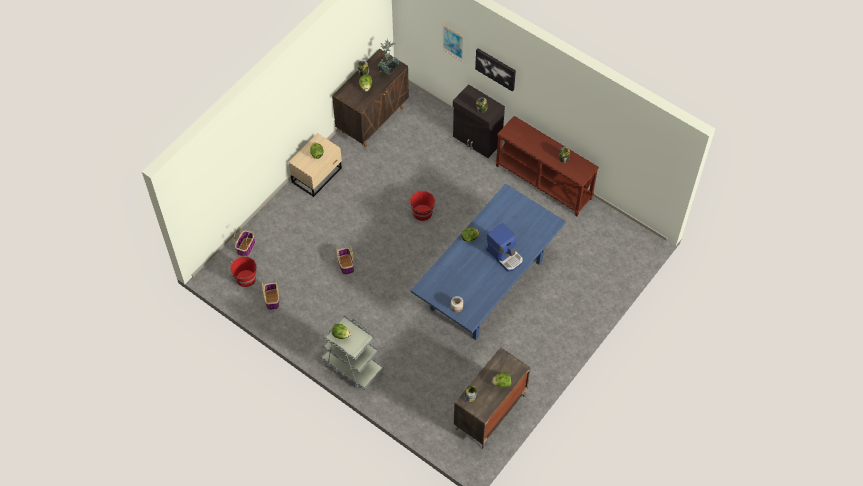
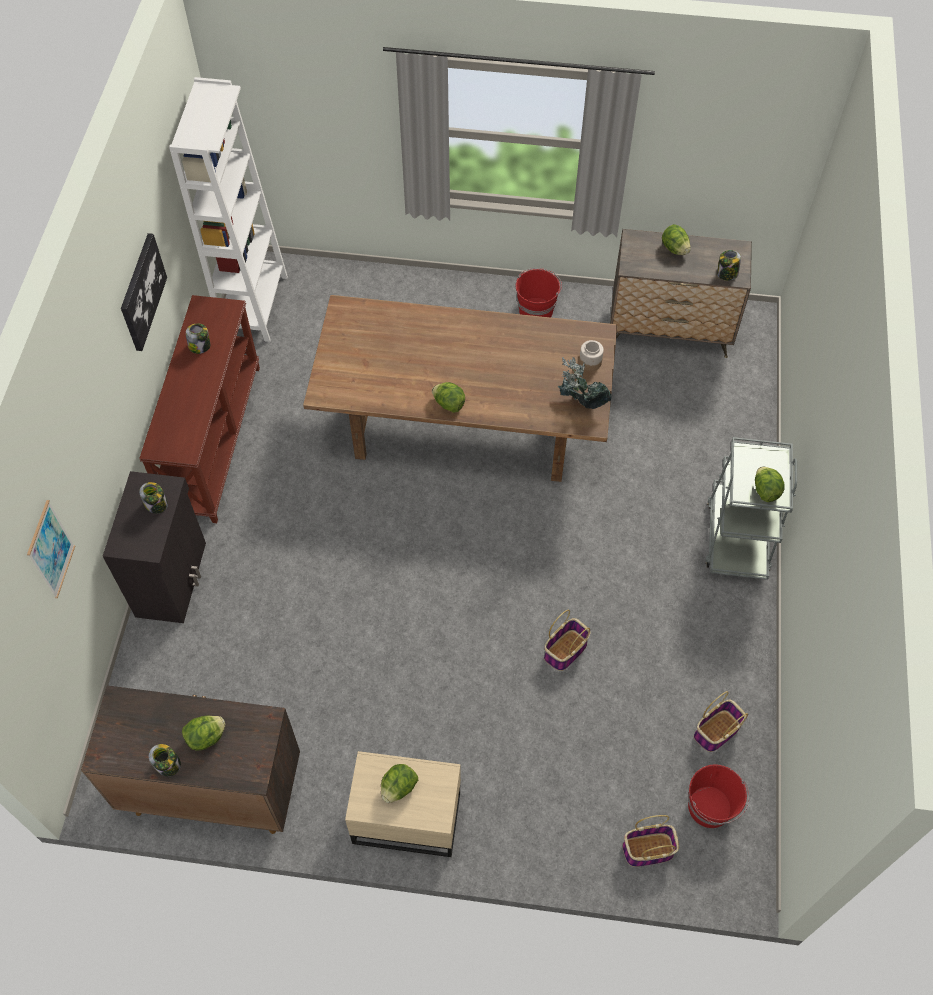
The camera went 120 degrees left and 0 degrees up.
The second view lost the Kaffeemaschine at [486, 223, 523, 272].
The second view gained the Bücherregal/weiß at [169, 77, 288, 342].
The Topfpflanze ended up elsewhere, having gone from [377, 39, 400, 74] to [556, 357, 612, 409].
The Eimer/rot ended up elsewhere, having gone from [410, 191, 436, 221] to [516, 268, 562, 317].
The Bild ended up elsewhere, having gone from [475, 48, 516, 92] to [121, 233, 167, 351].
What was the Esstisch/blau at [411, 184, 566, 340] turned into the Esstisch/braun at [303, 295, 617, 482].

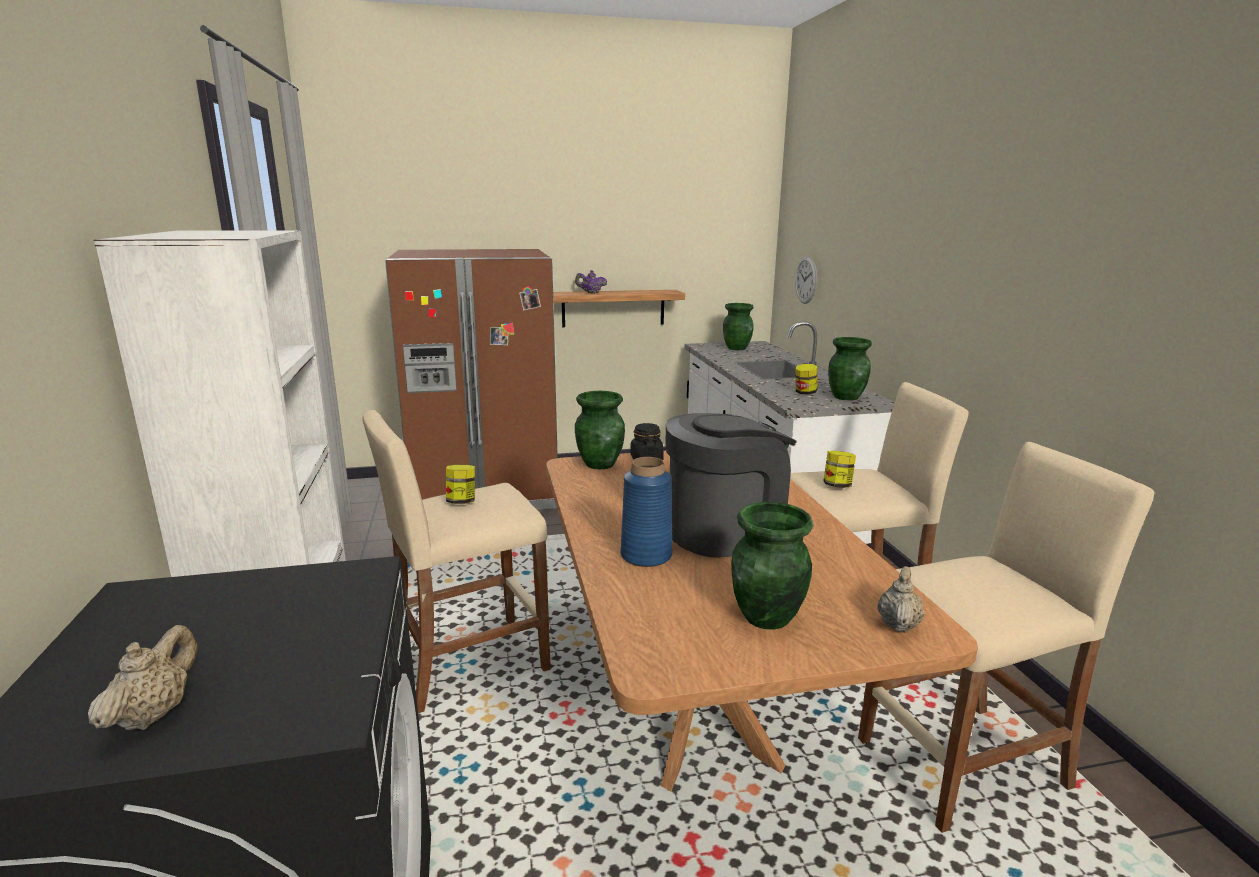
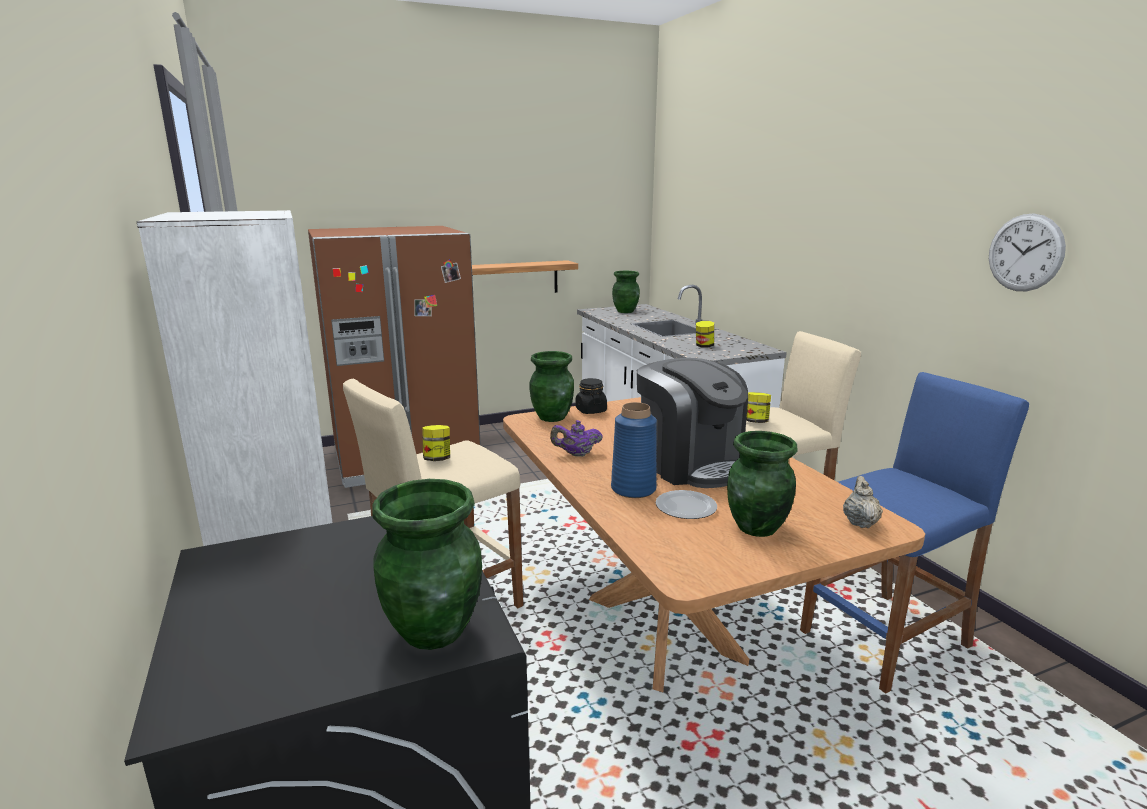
The camera went 10 degrees left and 0 degrees up.
The second view lost the Teekanne/beige at [88, 625, 197, 730].
The second view gained the Teller at [656, 490, 717, 519].
The Teekanne/lila ended up elsewhere, having gone from [575, 270, 607, 294] to [550, 420, 603, 457].
The Wanduhr ended up elsewhere, having gone from [795, 256, 817, 304] to [989, 214, 1066, 291].
The Vase/grün ended up elsewhere, having gone from [828, 337, 872, 400] to [372, 479, 482, 650].
What was the Hocker/beige at [858, 442, 1154, 833] turned into the Hocker/blau at [800, 372, 1029, 694].
The Kaffeemaschine at [666, 413, 797, 558] ended up facing another way, 90 degrees clockwise from before.

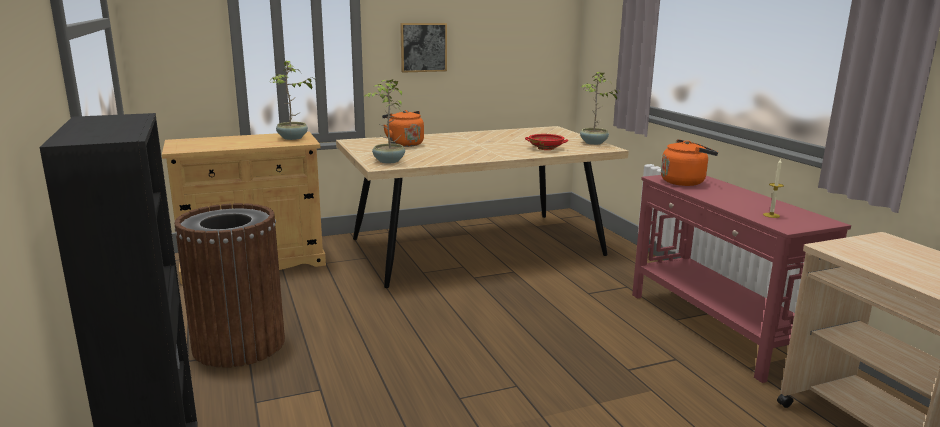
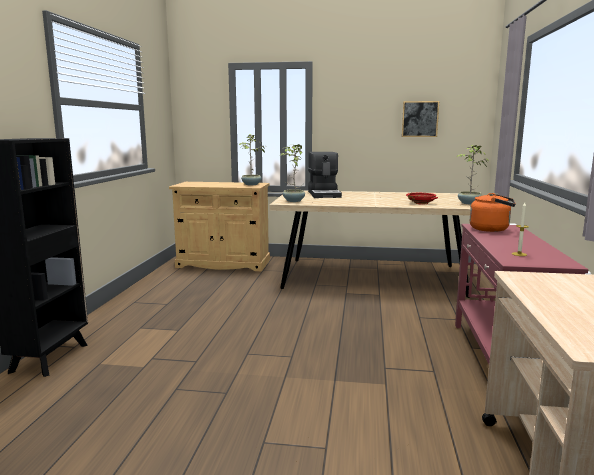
The camera went 30 degrees right and 5 degrees down.
The second view lost the Mülleimer/braun at [174, 203, 285, 368].
The Bild ended up elsewhere, having gone from [400, 23, 447, 73] to [402, 101, 439, 137].
Where the Wasserkessel/orange stood at [382, 110, 424, 147], the Kaffeemaschine came to stand at [308, 152, 342, 198].

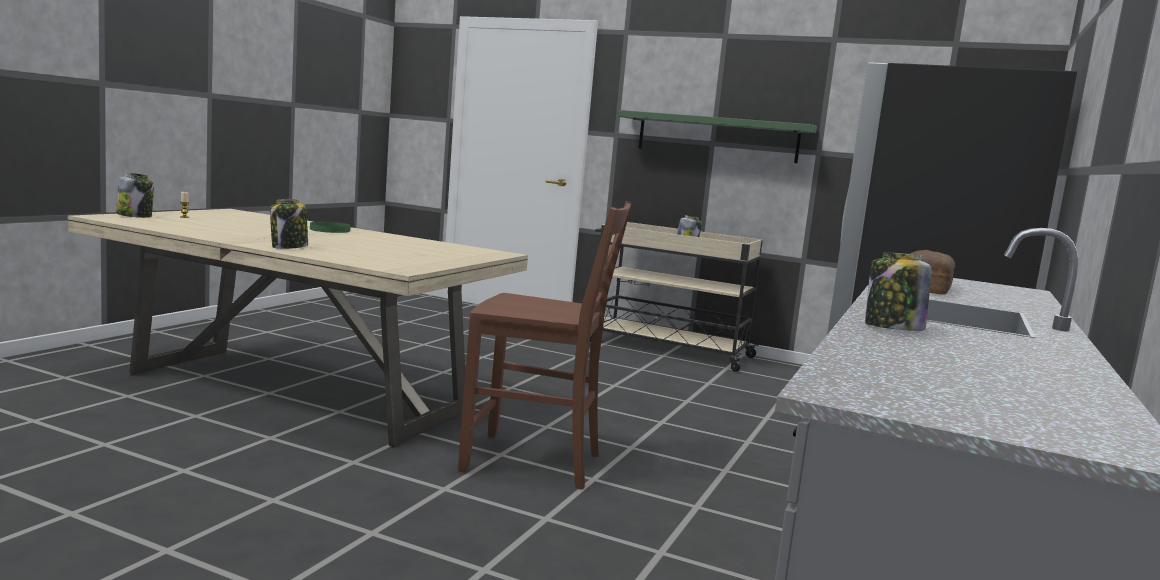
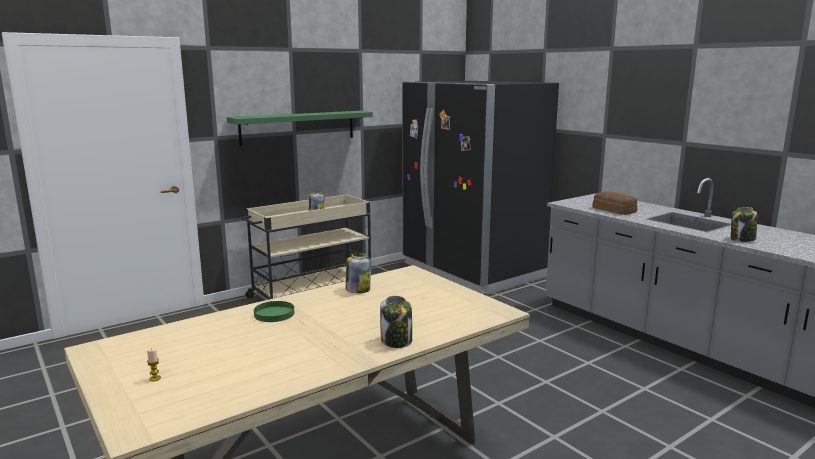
The camera went 60 degrees left and 5 degrees up.
The second view lost the Stuhl/braun at [458, 201, 632, 489].
The Vorratsglas ended up elsewhere, having gone from [116, 173, 154, 218] to [345, 253, 371, 293].

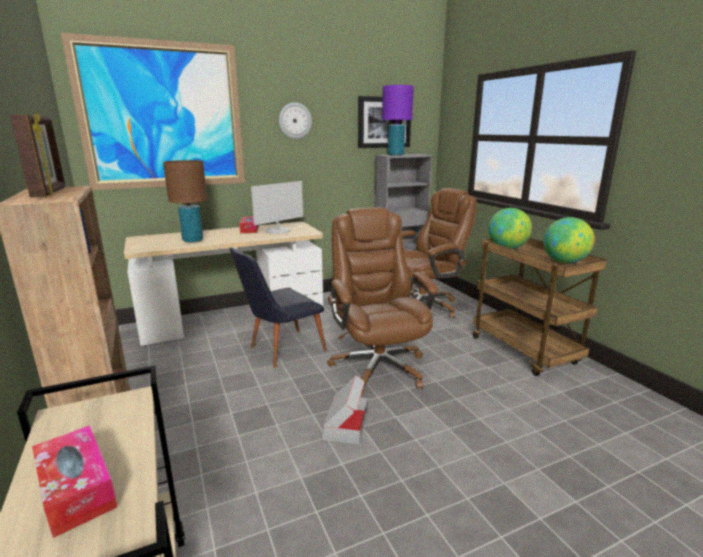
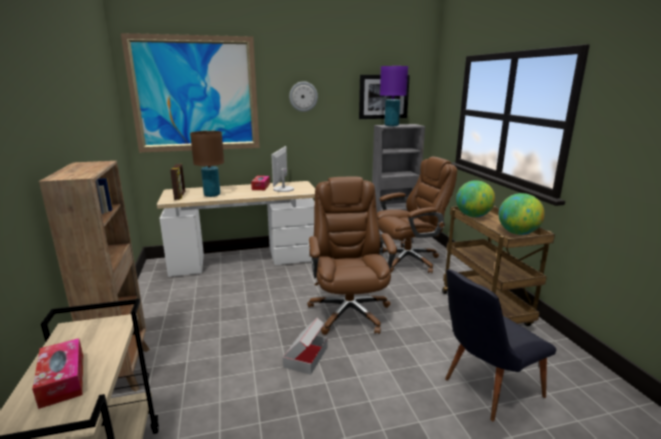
The camera went 10 degrees right and 0 degrees up.
The Bilderrahmen ended up elsewhere, having gone from [10, 112, 65, 197] to [170, 164, 185, 200].
The Stuhl/schwarz ended up elsewhere, having gone from [229, 248, 327, 368] to [445, 269, 556, 421].
The Monitor at [251, 181, 303, 234] ended up facing another way, 135 degrees clockwise from before.

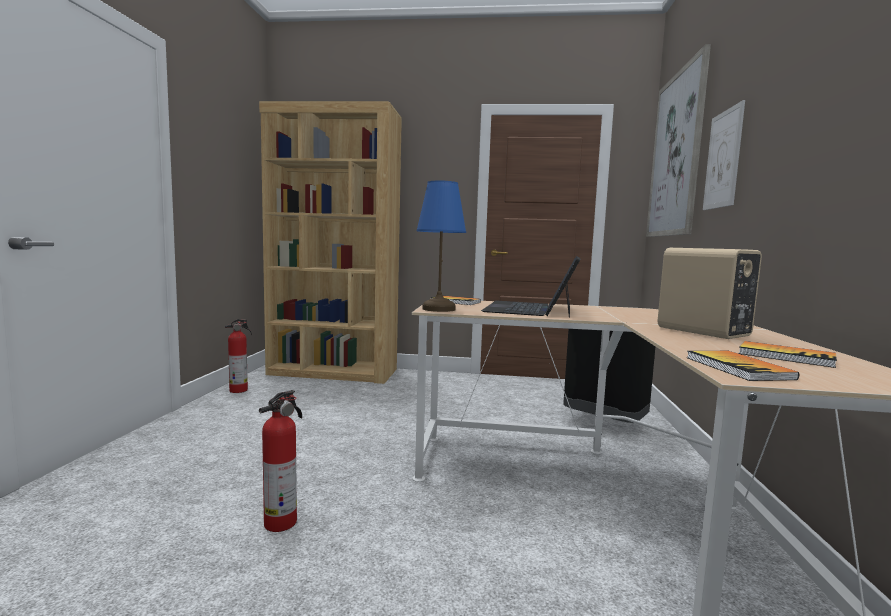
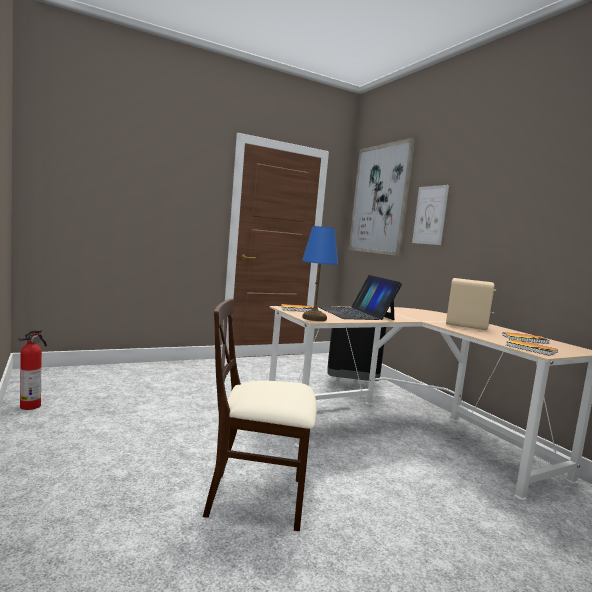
The camera went 35 degrees left and 0 degrees up.
The second view lost the Bücherregal/braun at [259, 101, 402, 384].
Where the Feuerlöscher stood at [259, 390, 302, 532], the Stuhl/beige came to stand at [203, 299, 317, 531].

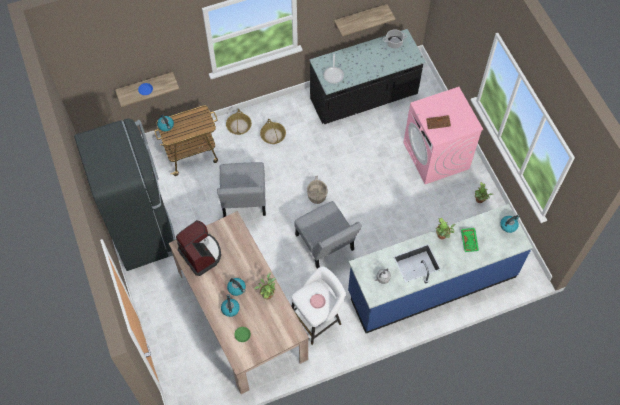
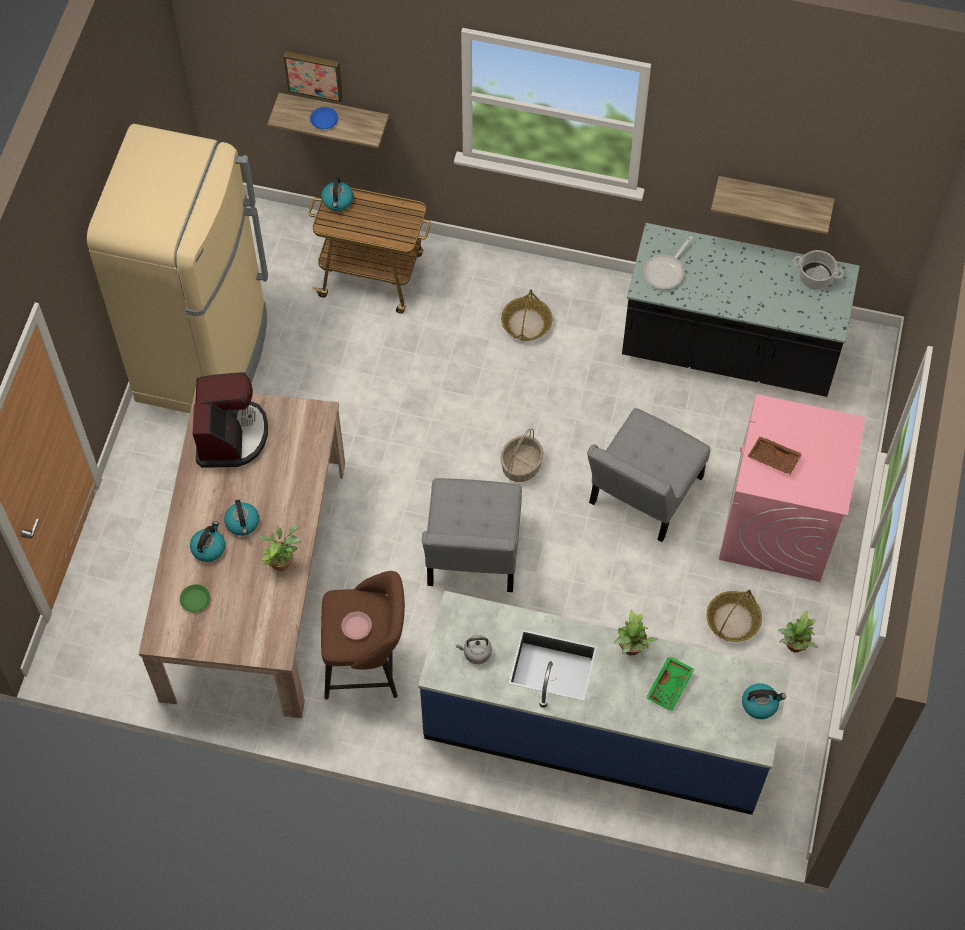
The camera went 35 degrees right and 0 degrees up.
The second view gained the Bild at [283, 51, 343, 102].
The Stuhl/grau ended up elsewhere, having gone from [217, 162, 266, 217] to [587, 408, 710, 542].
The Korb ended up elsewhere, having gone from [226, 109, 252, 135] to [706, 590, 762, 642].
What was the Kühlschrank/schwarz at [74, 119, 176, 271] turned into the Kühlschrank/beige at [87, 124, 268, 413].
What was the Hocker/weiß at [291, 266, 345, 345] turned into the Hocker/braun at [321, 571, 405, 700].

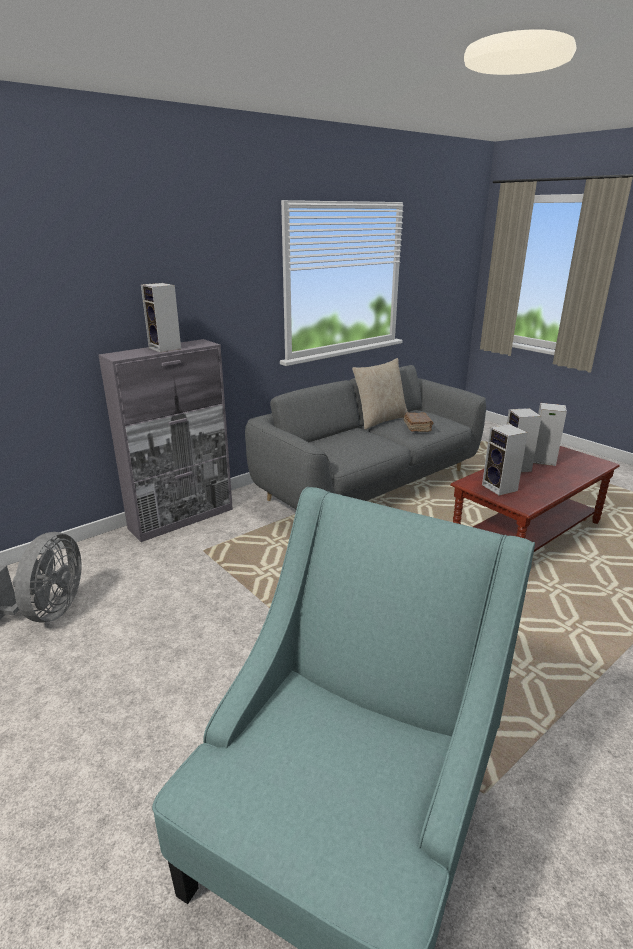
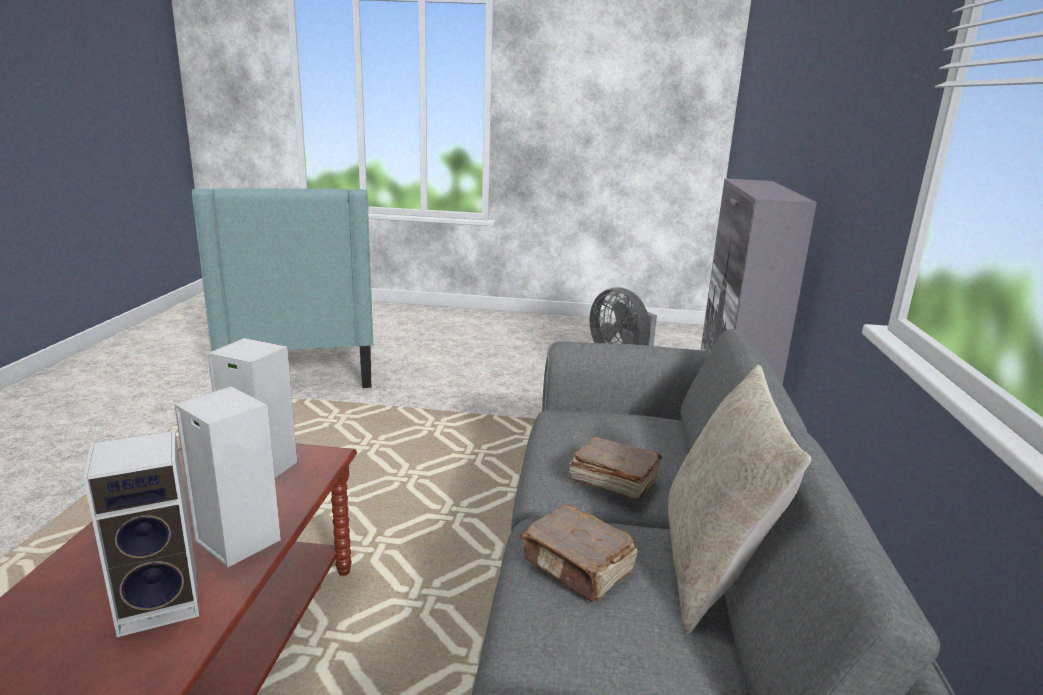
The camera went 135 degrees right and 5 degrees down.
The second view lost the Lautsprecher at [141, 283, 181, 352].
The second view gained the Buch/braun at [569, 436, 662, 500].

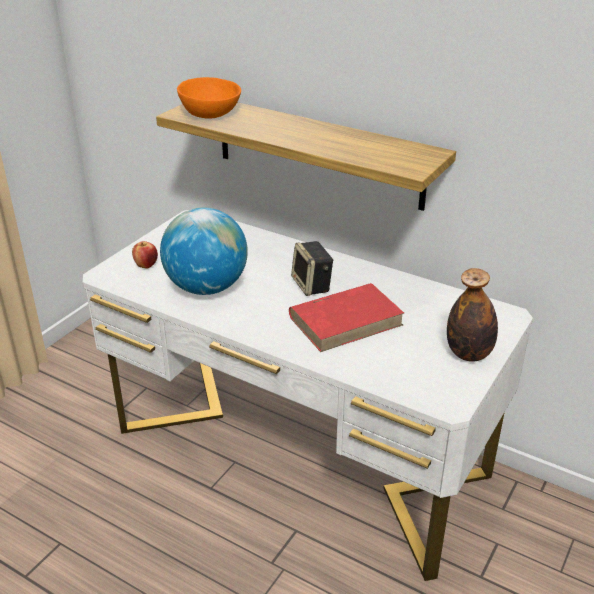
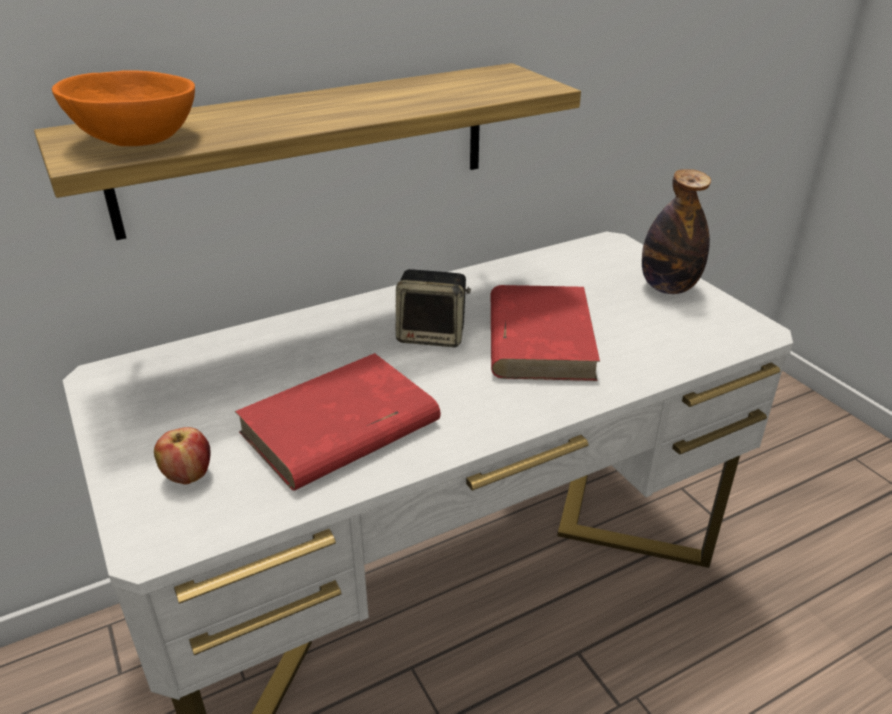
The camera went 60 degrees left and 0 degrees up.
Where the Globus stood at [160, 208, 248, 295], the Buch/rot came to stand at [235, 353, 441, 491].

